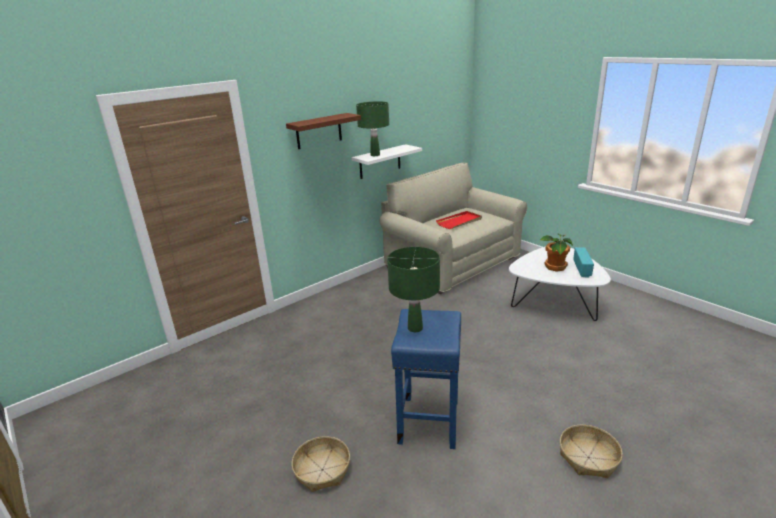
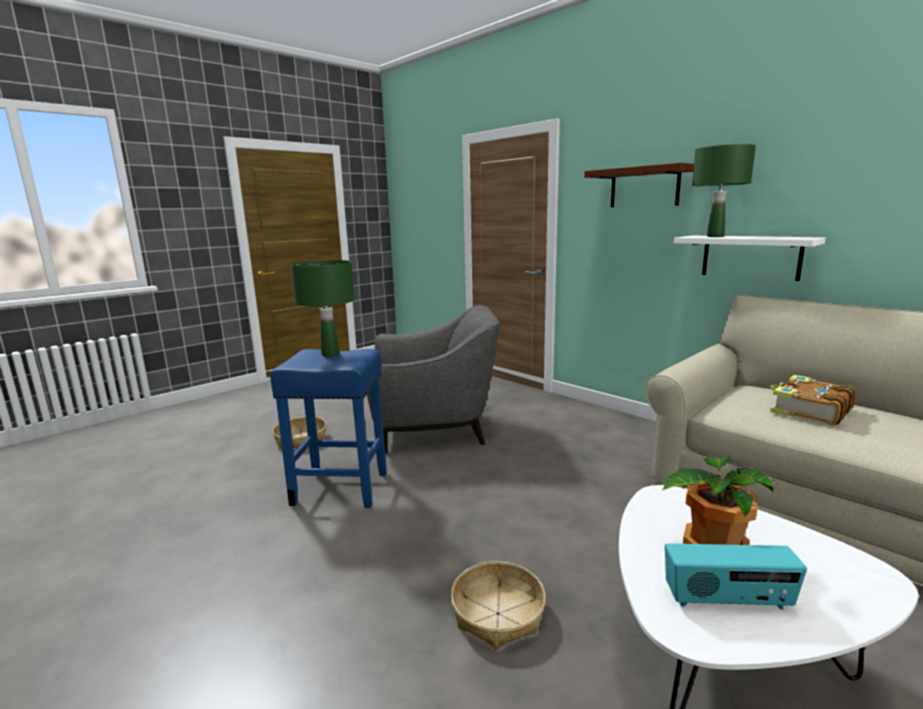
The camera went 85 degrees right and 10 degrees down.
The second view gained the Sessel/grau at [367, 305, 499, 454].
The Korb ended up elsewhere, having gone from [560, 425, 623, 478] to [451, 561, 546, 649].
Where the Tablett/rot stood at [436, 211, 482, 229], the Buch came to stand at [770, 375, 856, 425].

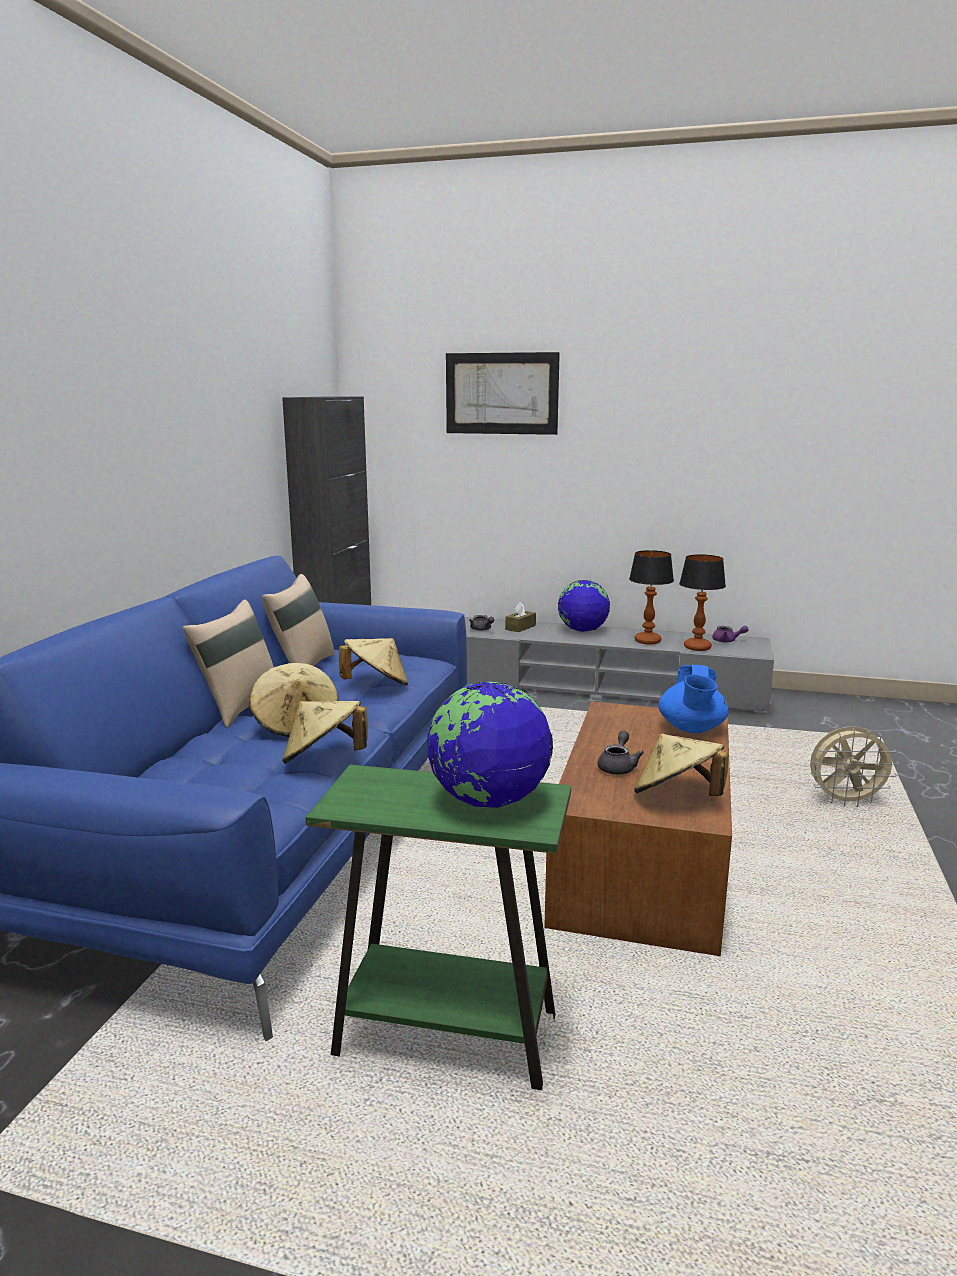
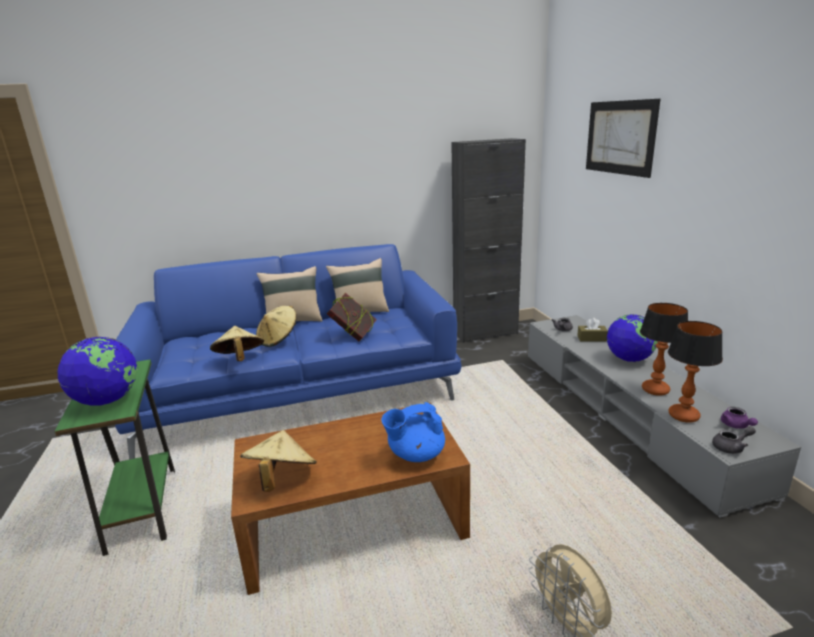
The camera went 60 degrees right and 5 degrees up.
The Teekanne/grau ended up elsewhere, having gone from [598, 731, 644, 775] to [712, 426, 756, 454].
Where the Hut/beige stood at [339, 638, 408, 685], the Buch came to stand at [327, 293, 377, 341].

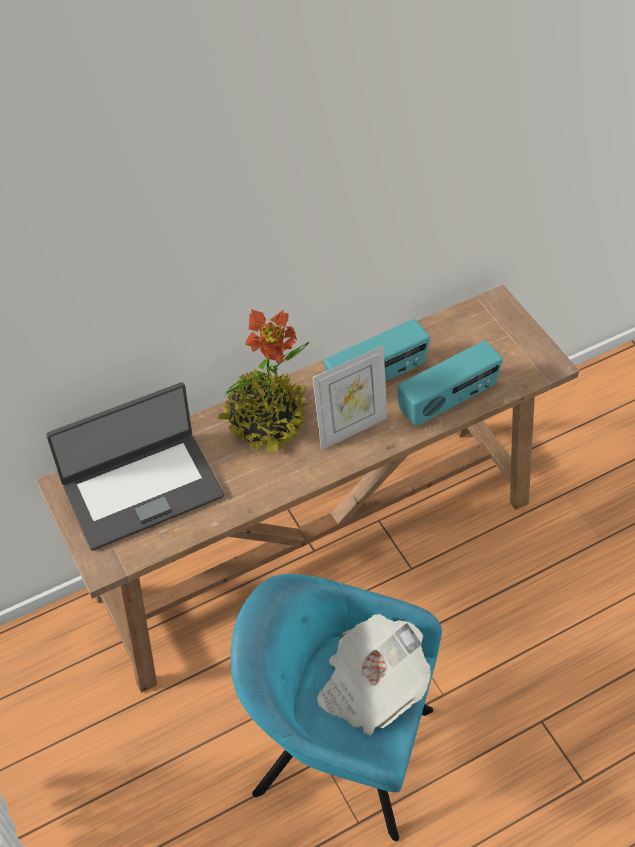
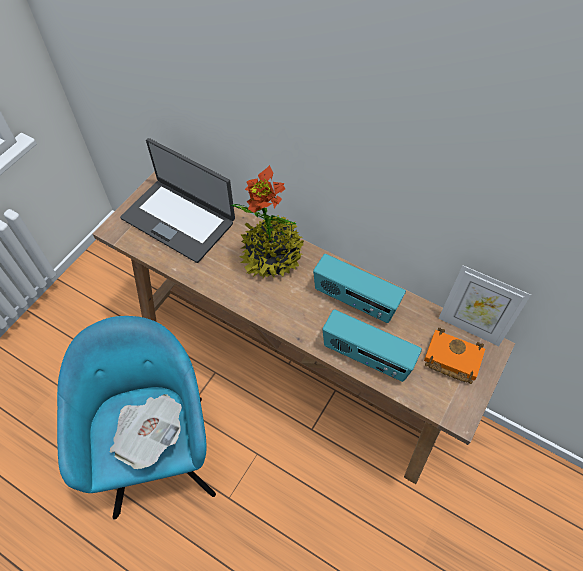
The camera went 60 degrees right and 5 degrees up.
The second view gained the Buch/orange at [424, 327, 485, 384].
The Bilderrahmen ended up elsewhere, having gone from [313, 345, 388, 450] to [438, 265, 531, 346].

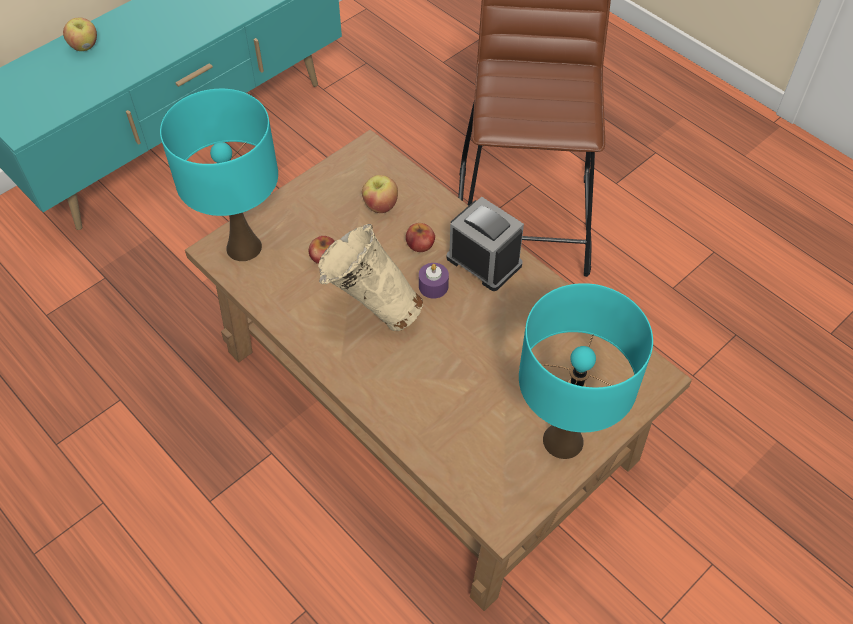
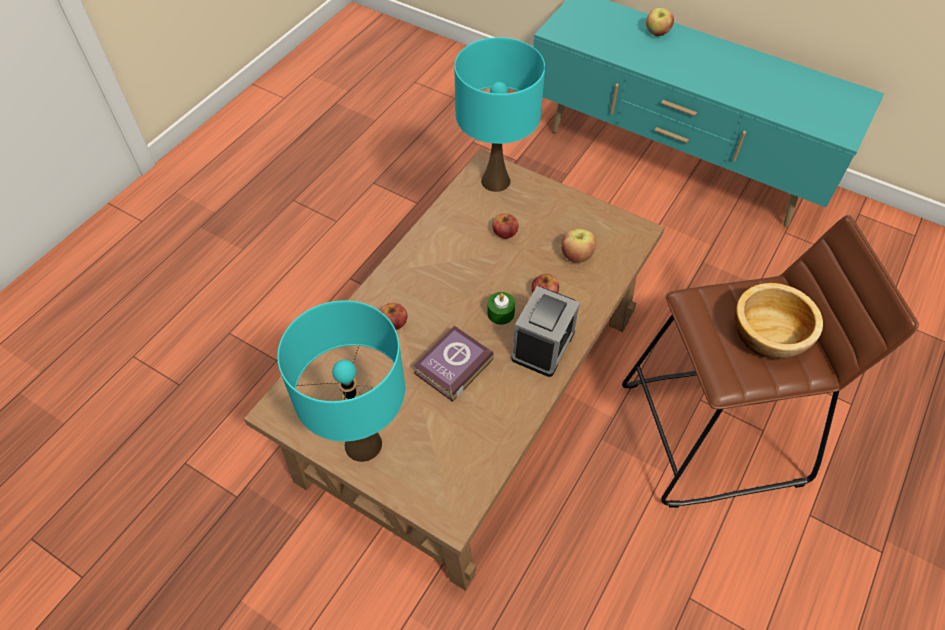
The camera went 75 degrees right and 0 degrees up.
The second view lost the Vase/beige at [318, 224, 423, 331].
The second view gained the Apfel at [380, 303, 407, 330].
The second view gained the Buch at [413, 326, 494, 402].
The second view gained the Schüssel at [735, 283, 823, 359].
What was the Kerze/lila at [419, 263, 449, 299] turned into the Kerze/grün at [487, 292, 515, 325].

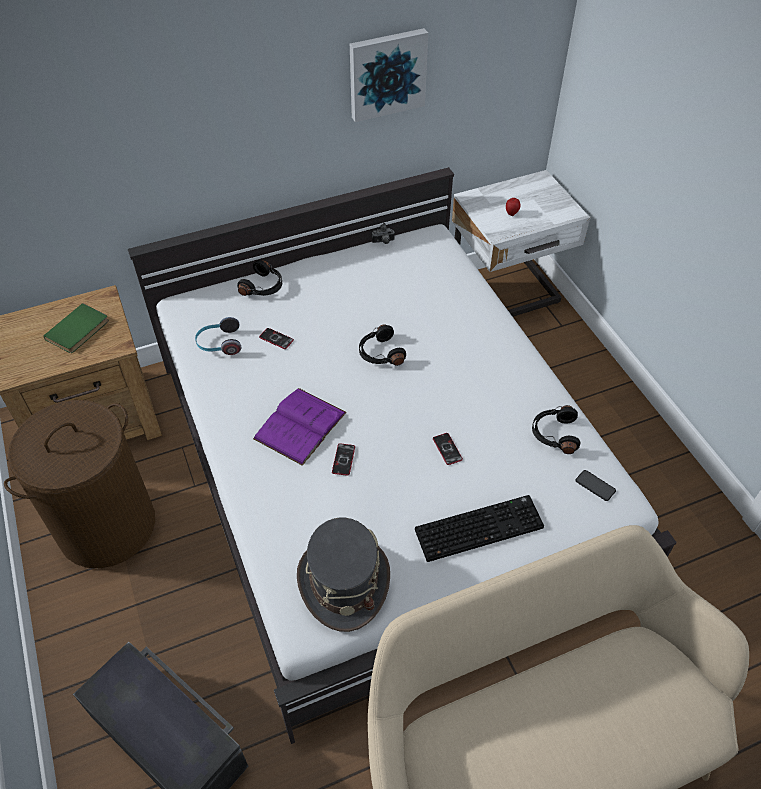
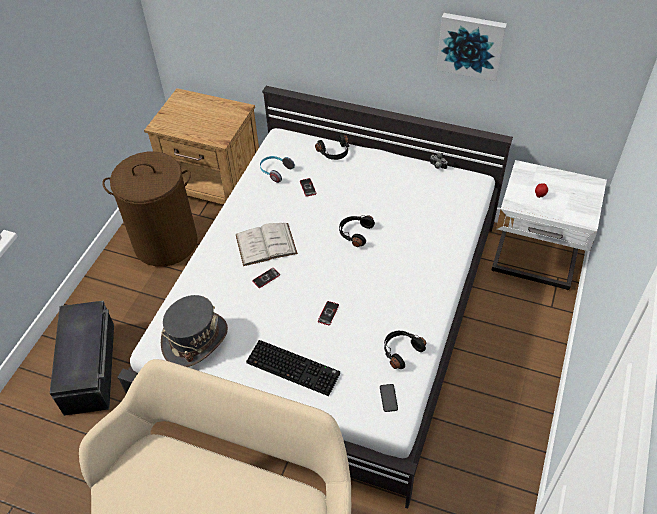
The camera went 45 degrees right and 0 degrees up.
The second view lost the Buch/grün at [44, 303, 109, 353].
What was the Buch/lila at [253, 388, 347, 466] turned into the Buch/weiß at [236, 223, 298, 266].

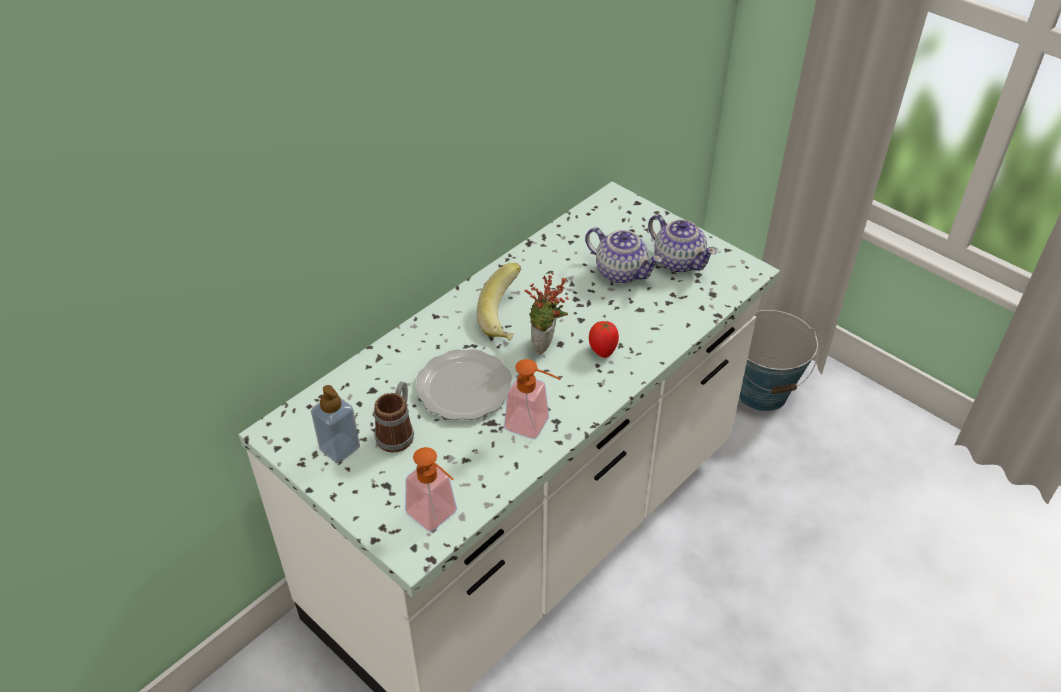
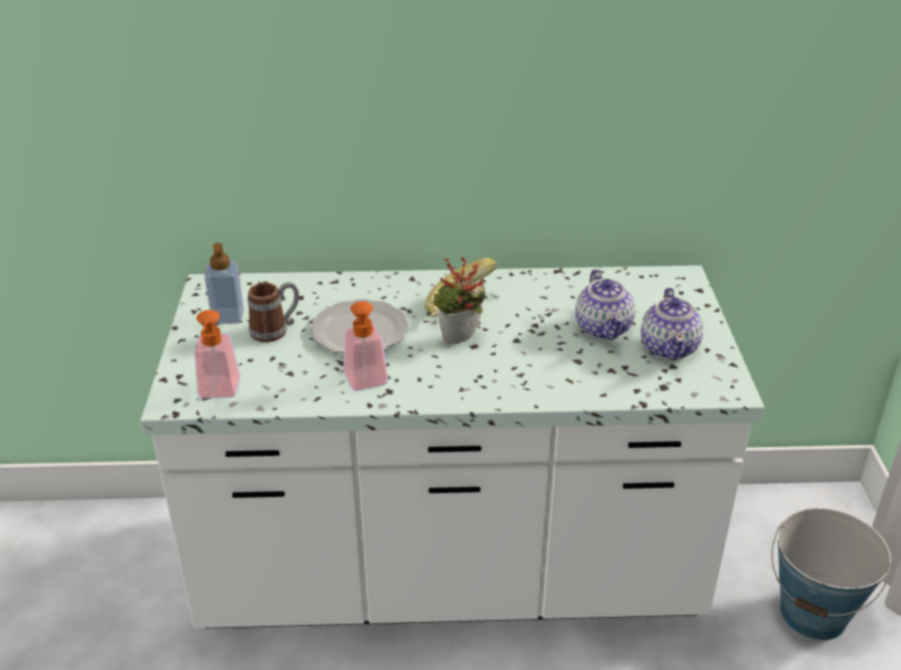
The camera went 45 degrees right and 10 degrees down.
The second view lost the Tomate at [589, 320, 619, 358].

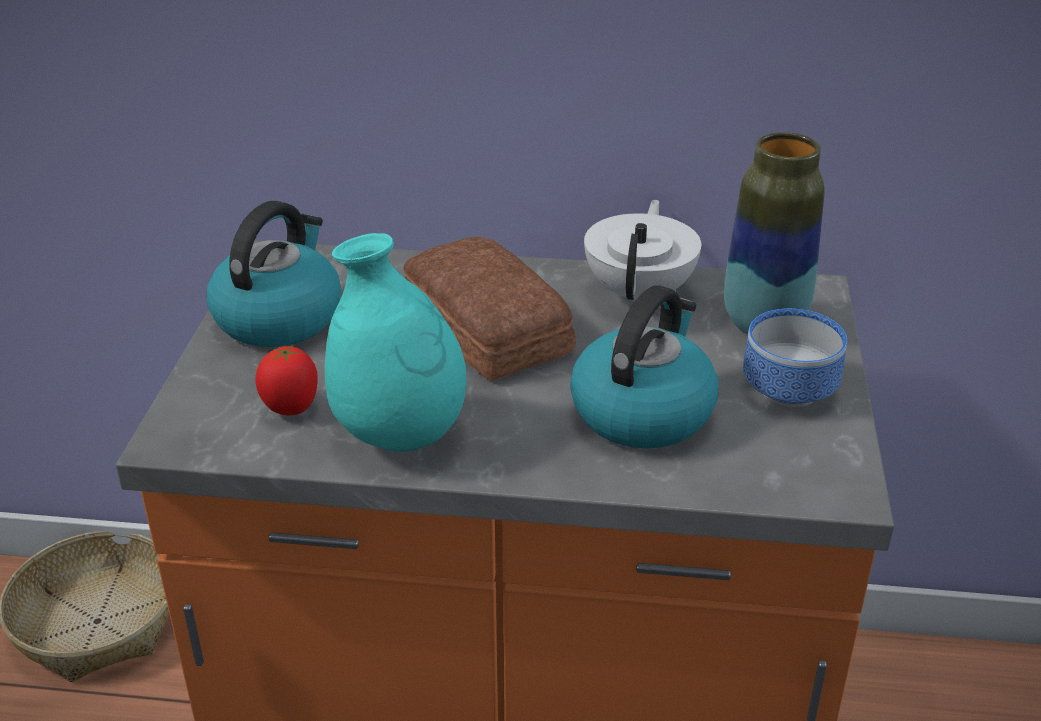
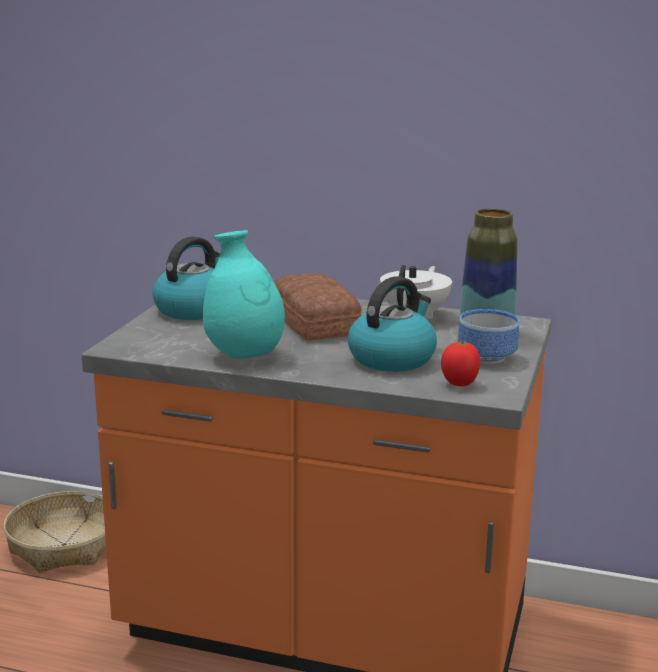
The camera went 10 degrees right and 15 degrees down.
The Tomate ended up elsewhere, having gone from [255, 344, 318, 415] to [441, 341, 480, 386].

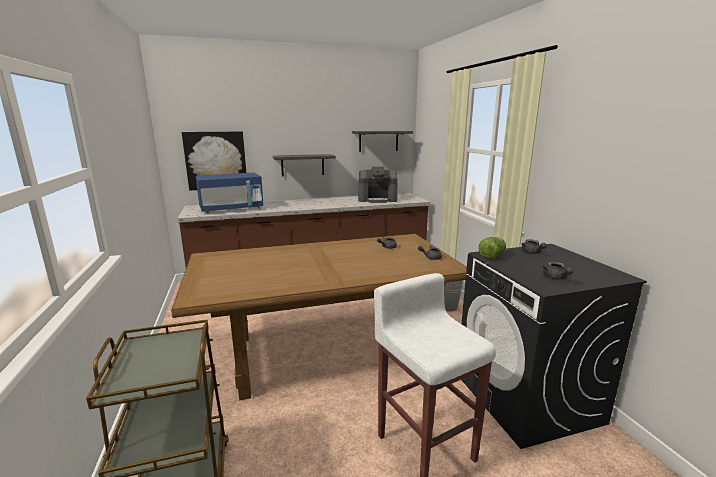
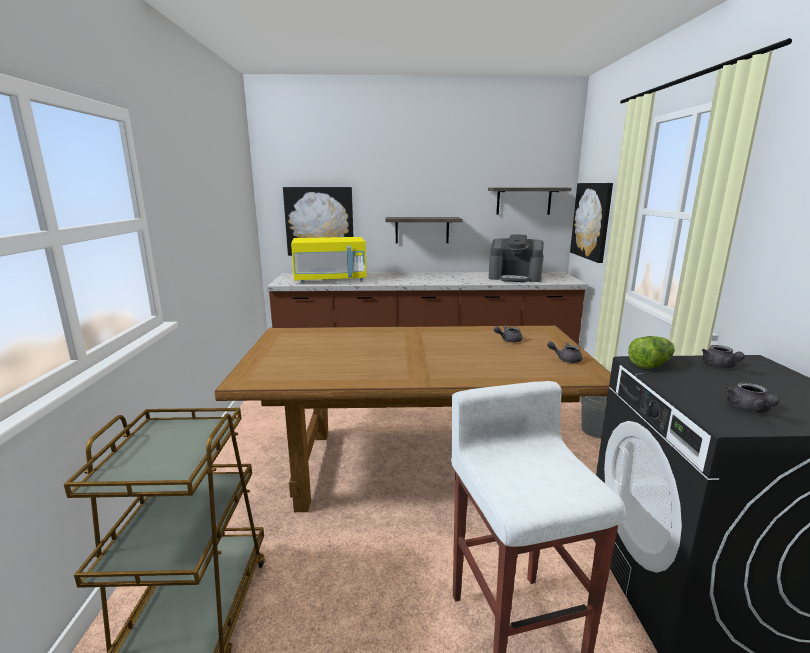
The camera went 15 degrees right and 0 degrees up.
The second view gained the Bild at [570, 183, 613, 263].
What was the Mikrowelle/blau at [196, 173, 264, 213] turned into the Mikrowelle/gelb at [291, 237, 367, 283].

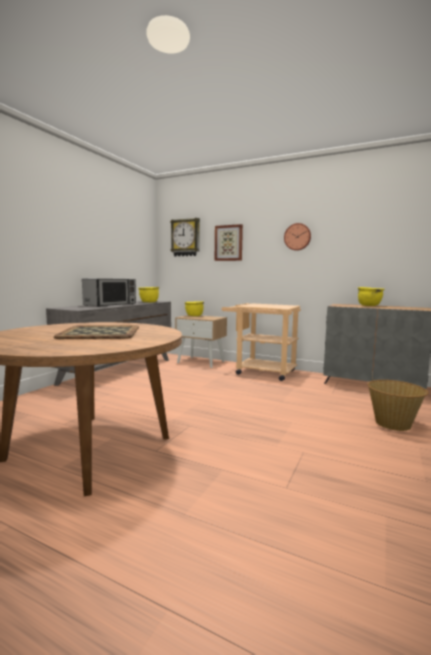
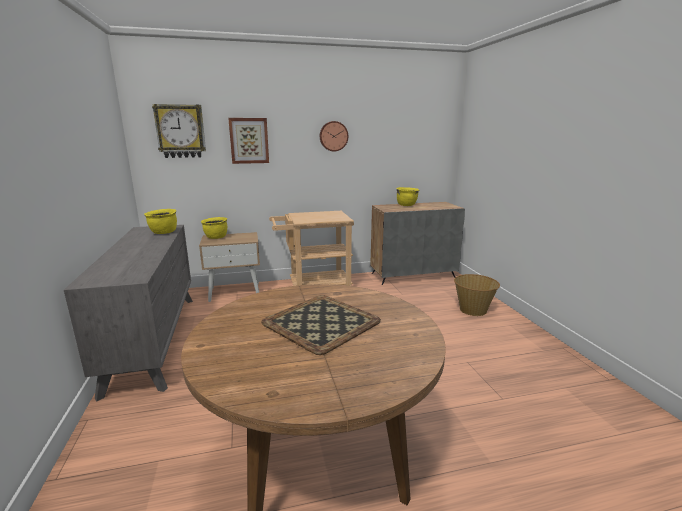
The camera went 40 degrees left and 10 degrees up.
The second view lost the Mikrowelle at [82, 278, 136, 307].

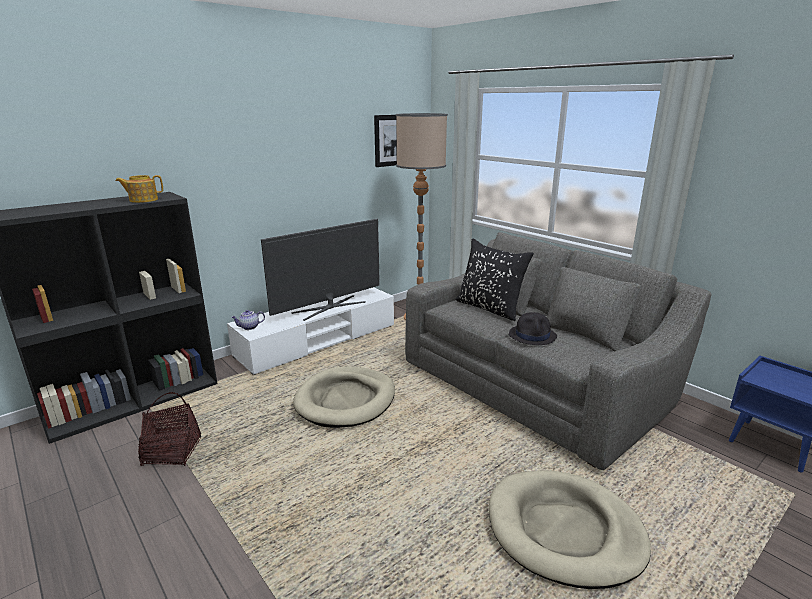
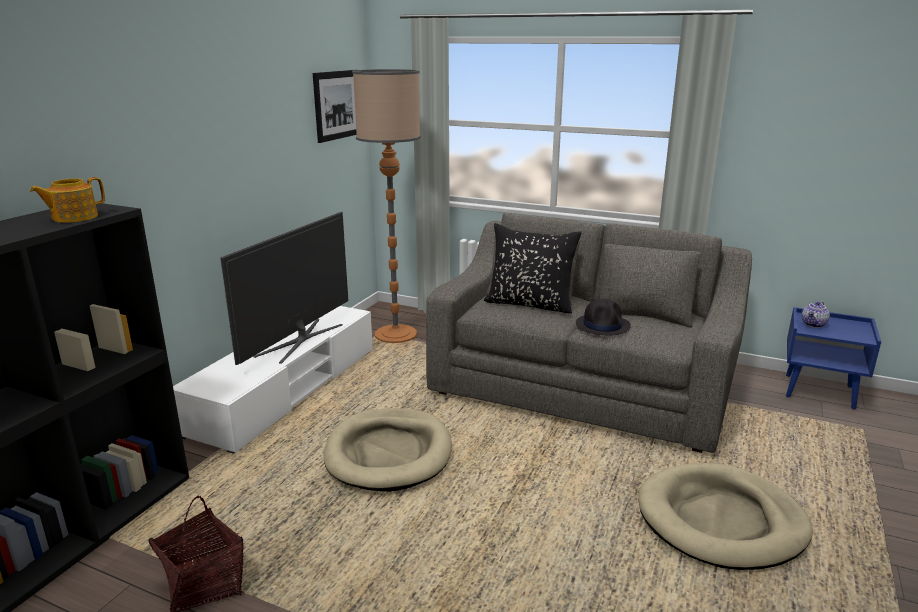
The camera went 25 degrees left and 0 degrees up.
The Teekanne ended up elsewhere, having gone from [231, 310, 265, 330] to [801, 302, 830, 328].

